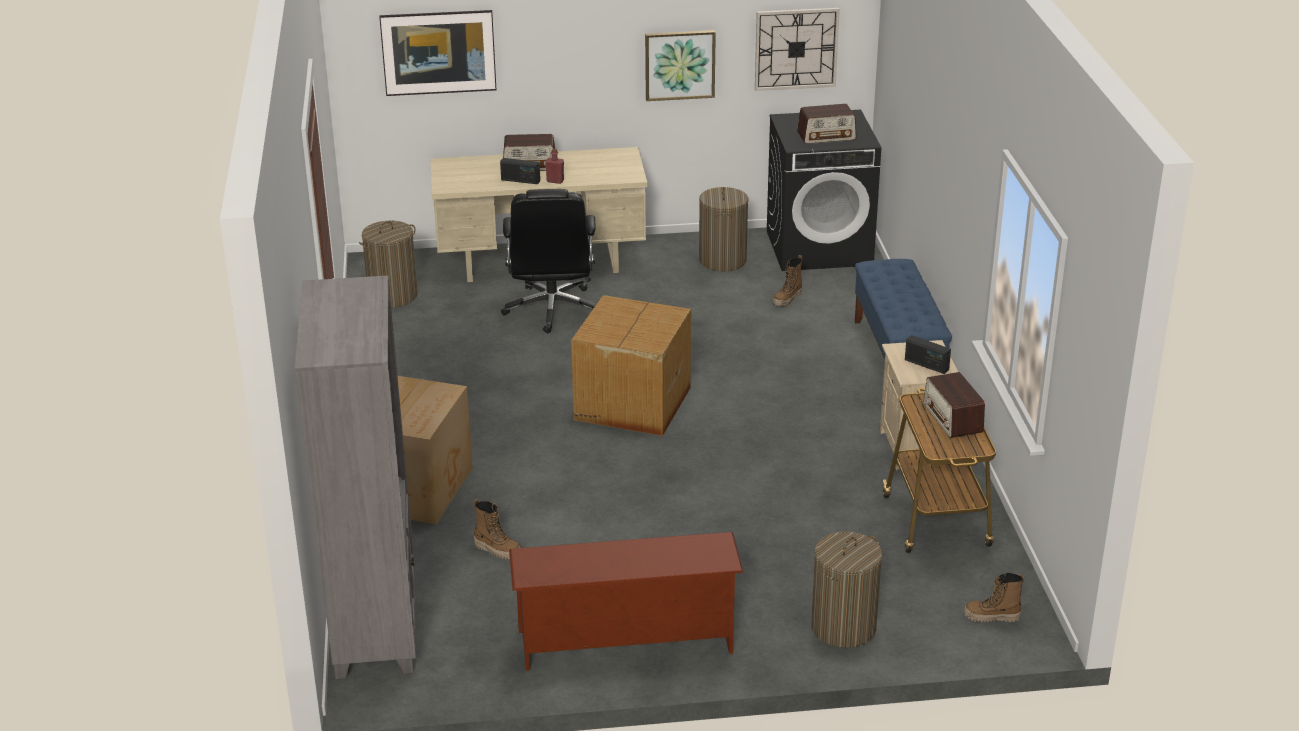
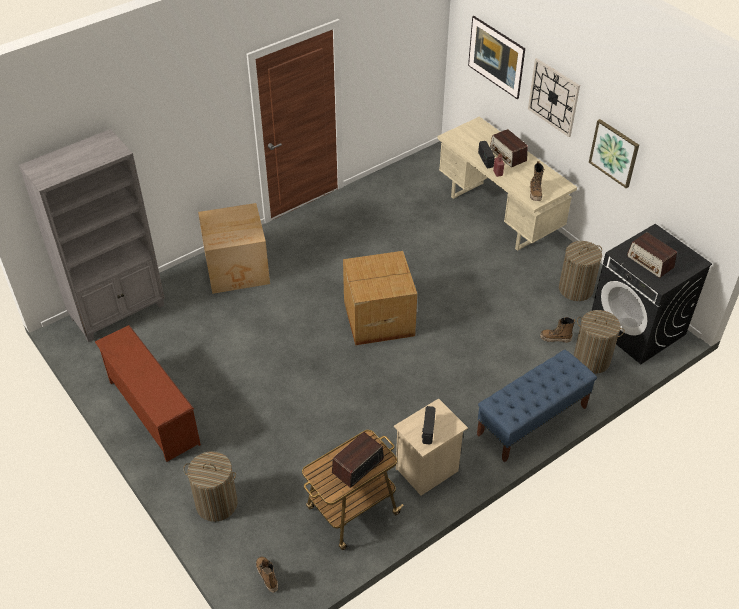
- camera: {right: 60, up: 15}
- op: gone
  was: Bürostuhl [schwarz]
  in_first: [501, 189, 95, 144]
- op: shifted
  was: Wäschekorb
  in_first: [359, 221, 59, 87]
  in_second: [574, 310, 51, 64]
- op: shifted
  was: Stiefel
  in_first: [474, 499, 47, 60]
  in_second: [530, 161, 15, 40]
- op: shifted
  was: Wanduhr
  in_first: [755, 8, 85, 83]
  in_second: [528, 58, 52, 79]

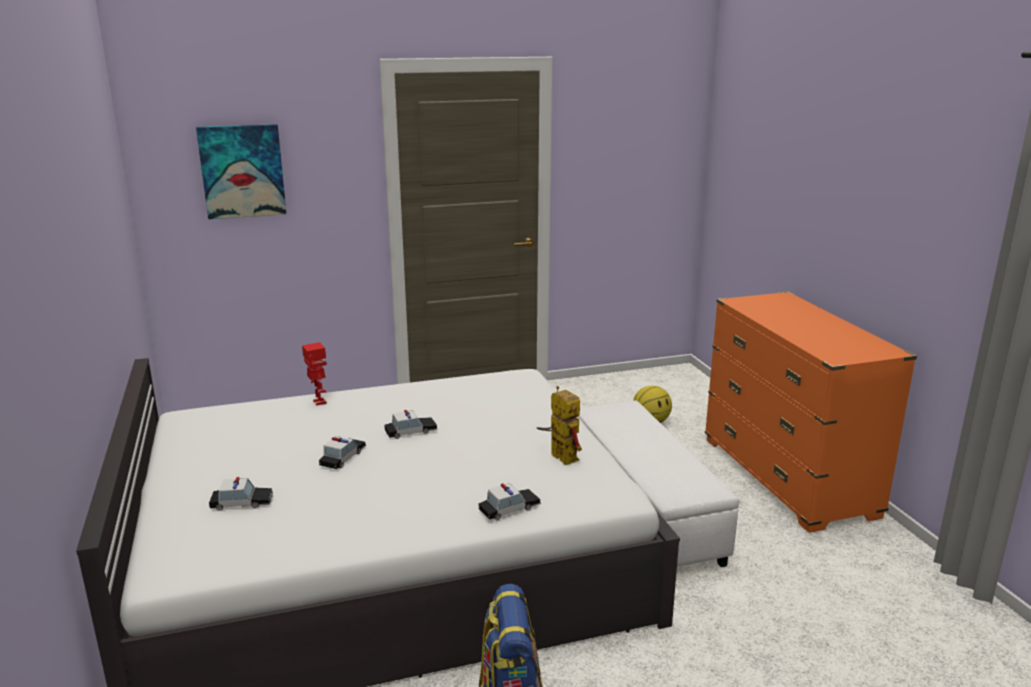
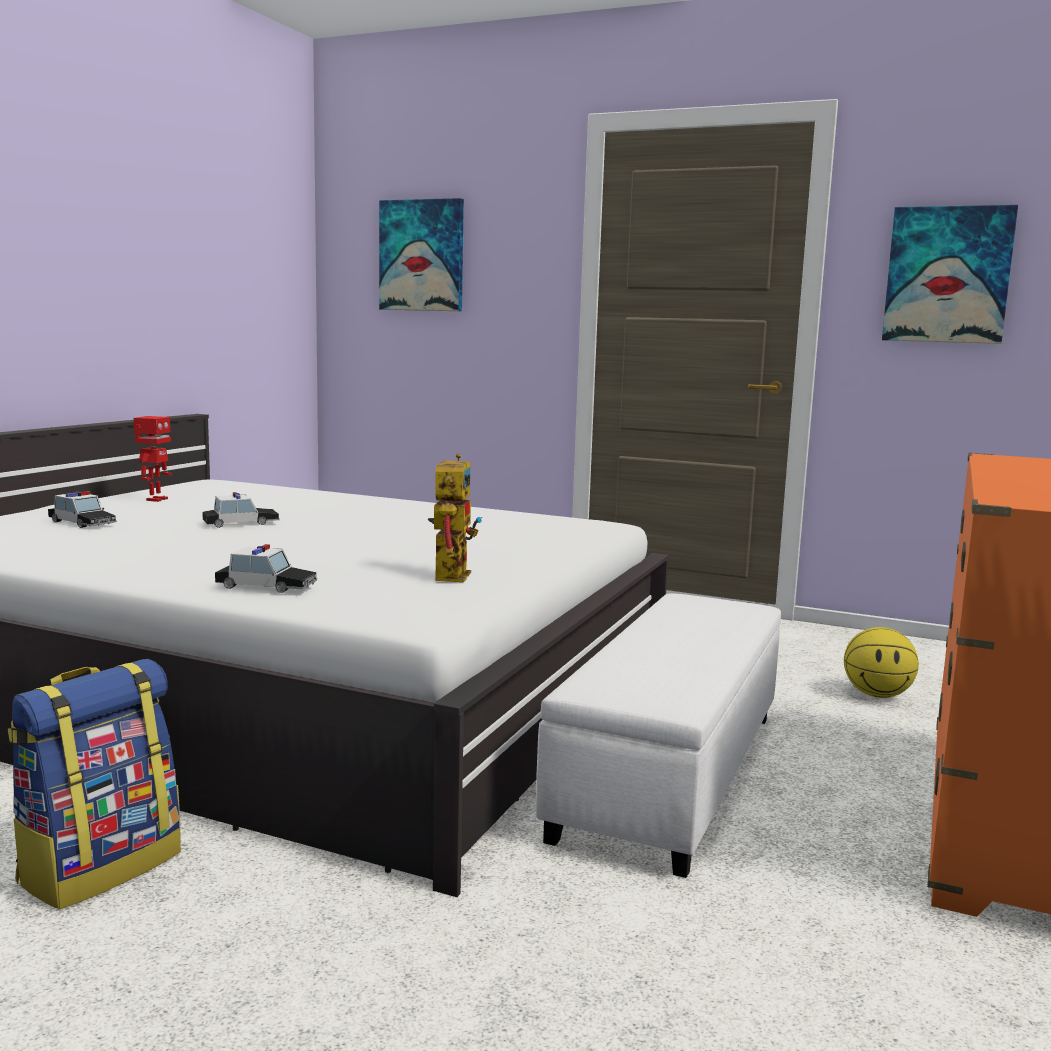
- camera: {right: 40, up: -10}
- op: gone
  was: Spielzeugauto
  in_first: [384, 410, 54, 29]
- op: new
  now: Bild
  in_second: [882, 205, 136, 139]
- op: shifted
  was: Spielzeugroboter
  in_first: [302, 342, 25, 63]
  in_second: [134, 416, 38, 86]

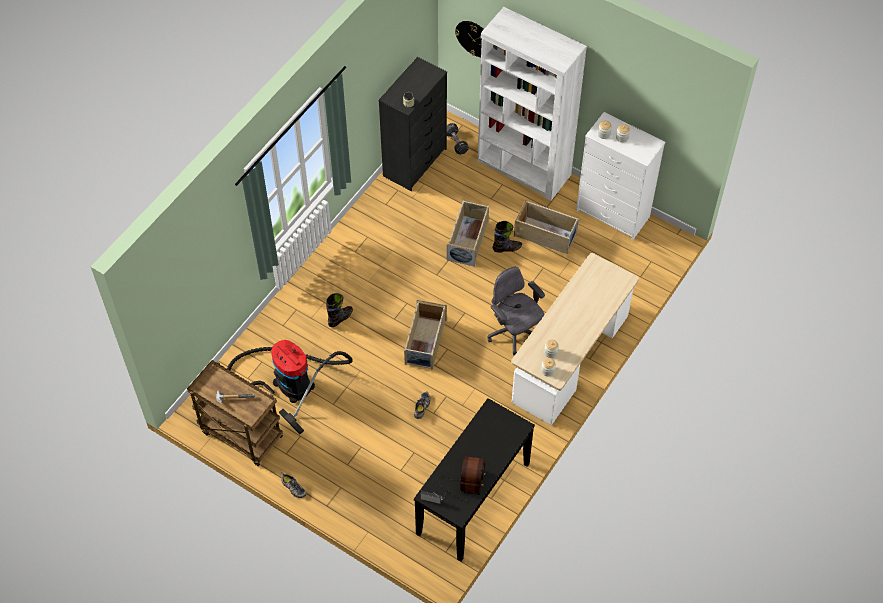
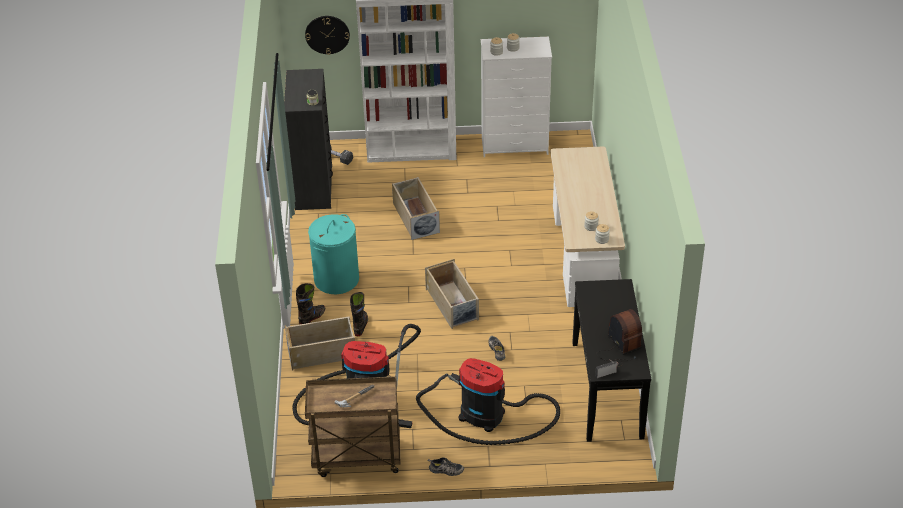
- camera: {right: -35, up: -15}
- op: gone
  was: Bürostuhl [grau]
  in_first: [488, 267, 57, 89]
- op: new
  now: Wäschekorb [türkis]
  in_second: [308, 214, 51, 80]
- op: new
  now: Staubsauger
  in_second: [416, 358, 144, 87]
- op: shifted
  was: Stiefel [schwarz]
  in_first: [493, 221, 29, 32]
  in_second: [296, 283, 29, 41]
- op: shifted
  was: Aufbewahrungsbox [beige]
  in_first: [514, 199, 65, 55]
  in_second: [285, 316, 70, 55]

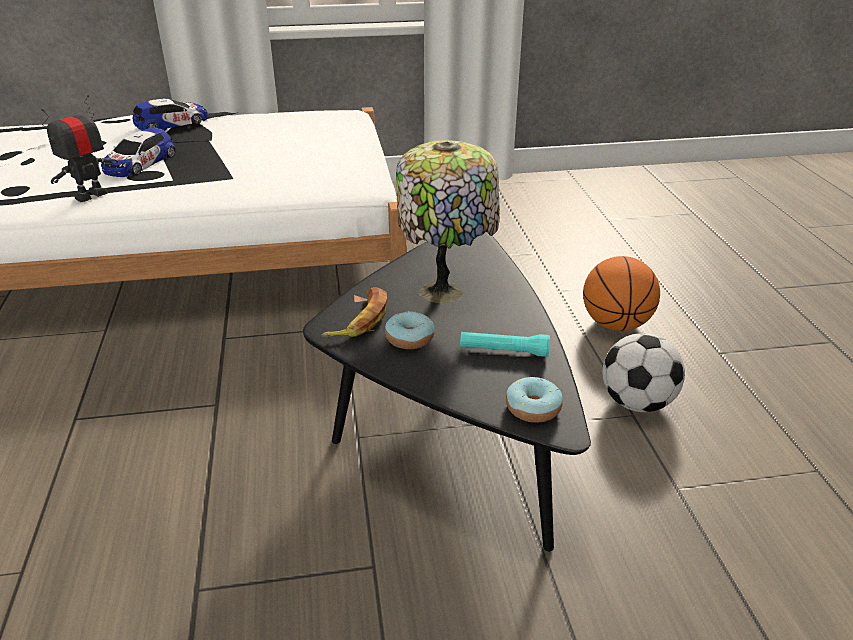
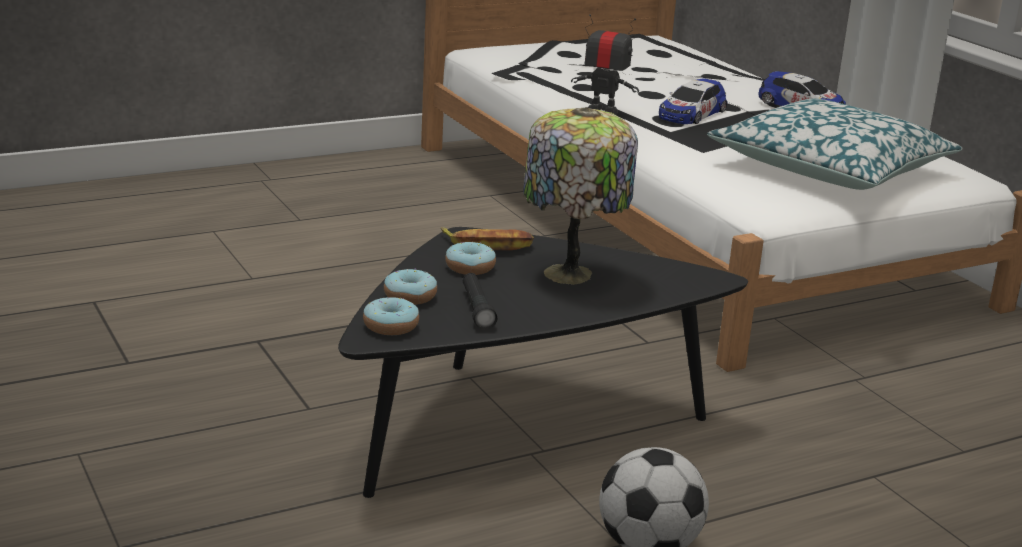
- camera: {right: 70, up: -10}
- op: gone
  was: Basketball
  in_first: [583, 256, 77, 75]
- op: new
  now: Donut
  in_second: [384, 268, 53, 37]
- op: new
  now: Kissen
  in_second: [707, 99, 256, 91]
- op: repainted
  was: Taschenlampe [türkis]
  now: Taschenlampe [schwarz]
  in_first: [460, 332, 90, 25]
  in_second: [463, 273, 34, 57]
- op: rotated
  was: Spielzeugauto
  in_first: [101, 128, 75, 49]
  in_second: [659, 78, 68, 46]
  clockwise: -60

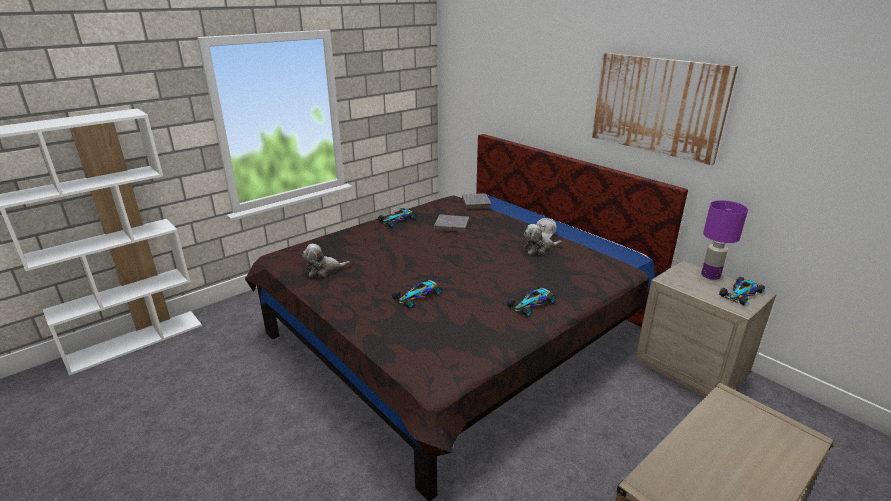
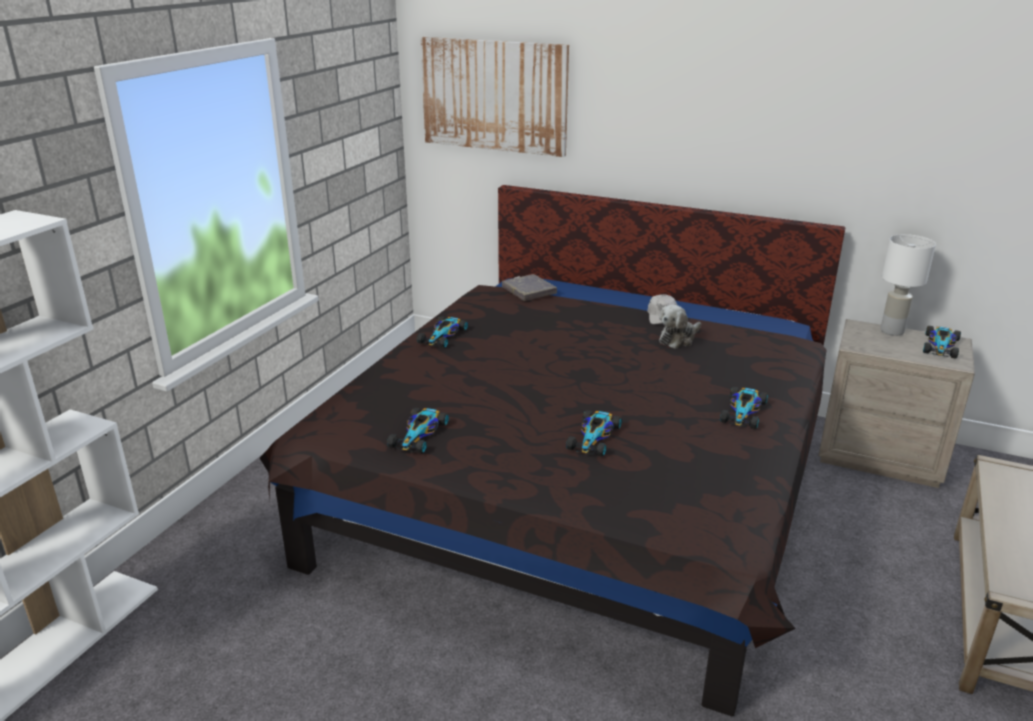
- camera: {right: -25, up: 0}
- op: gone
  was: Buch [grau]
  in_first: [434, 215, 35, 17]
- op: shifted
  was: Bild
  in_first: [592, 53, 146, 112]
  in_second: [420, 37, 149, 120]
- op: swapped
  was: Plüschtier
  now: Spielzeugauto
  in_first: [302, 244, 48, 33]
  in_second: [387, 408, 62, 46]
- op: repainted
  was: Tischlampe [lila]
  now: Tischlampe [weiß]
  in_first: [701, 200, 47, 80]
  in_second: [880, 234, 56, 102]

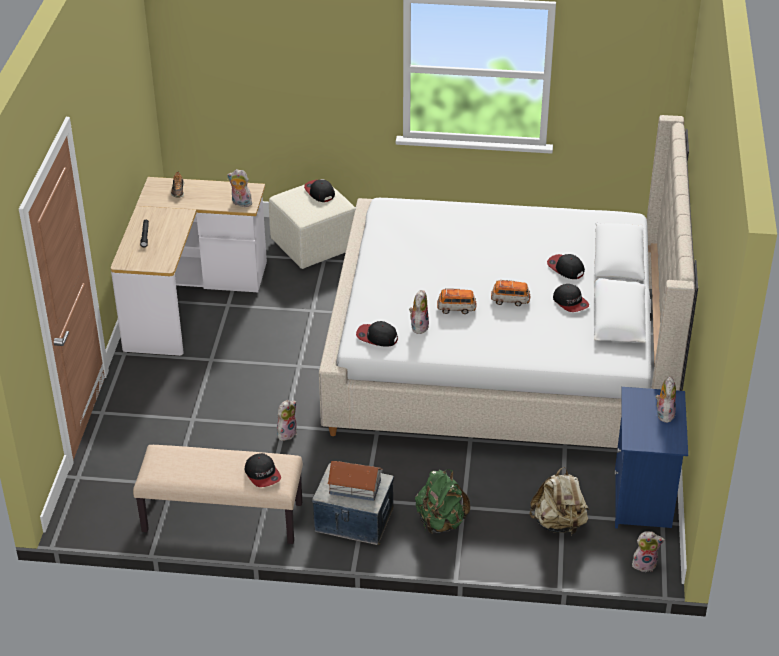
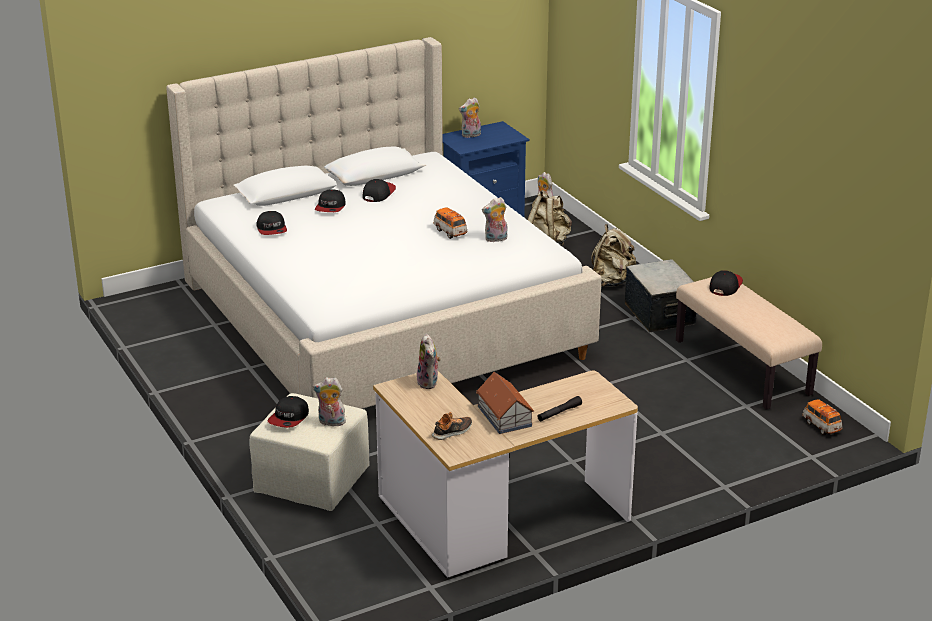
- camera: {right: -125, up: -10}
- op: shifted
  was: Plüschtier
  in_first: [277, 400, 20, 41]
  in_second: [313, 377, 33, 49]
- op: shifted
  was: Spielzeughaus
  in_first: [327, 461, 56, 40]
  in_second: [476, 372, 58, 62]
- op: shifted
  was: Kappe
  in_first: [356, 321, 42, 26]
  in_second: [256, 211, 31, 24]
- op: shifted
  was: Spielzeugauto
  in_first: [491, 280, 39, 26]
  in_second: [802, 399, 40, 36]
- op: repainted
  was: Rucksack [grün]
  now: Rucksack [beige]
  in_first: [415, 469, 55, 65]
  in_second: [591, 224, 45, 63]

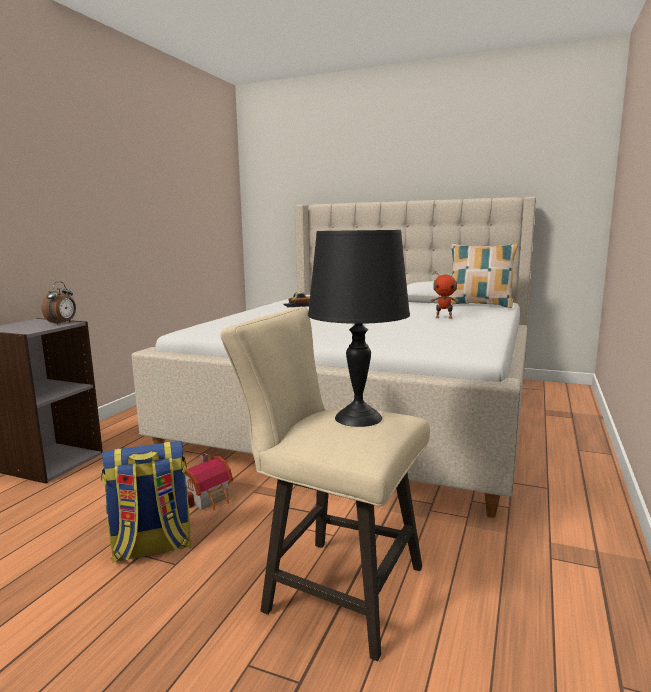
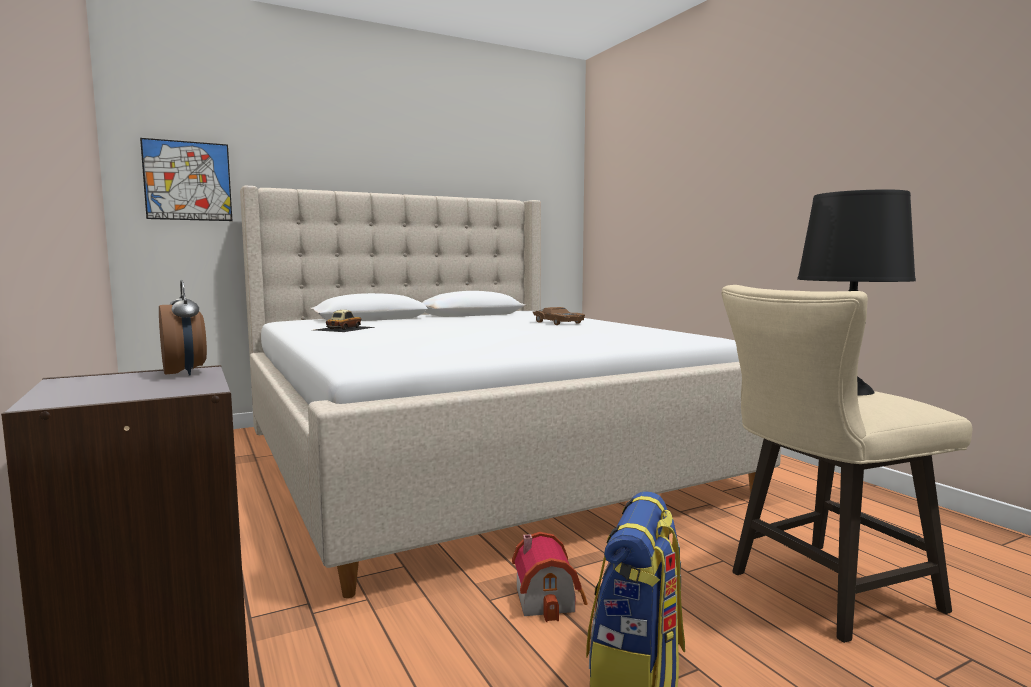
- camera: {right: -50, up: -5}
- op: gone
  was: Kissen
  in_first: [448, 244, 70, 64]
- op: new
  now: Bild
  in_second: [140, 138, 92, 83]
- op: swapped
  was: Spielzeugroboter
  now: Spielzeugauto [braun]
  in_first: [431, 272, 28, 47]
  in_second: [533, 307, 52, 18]

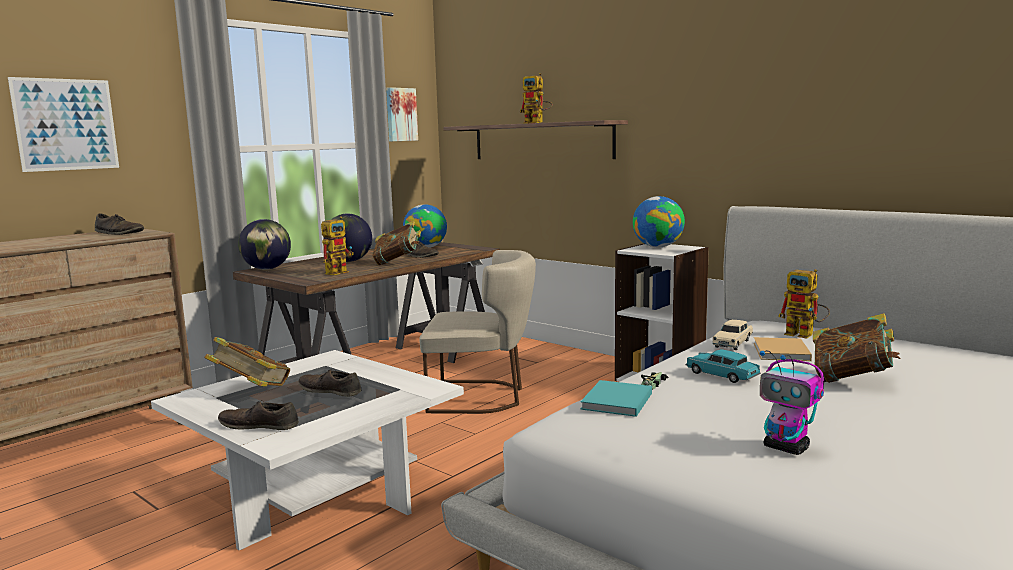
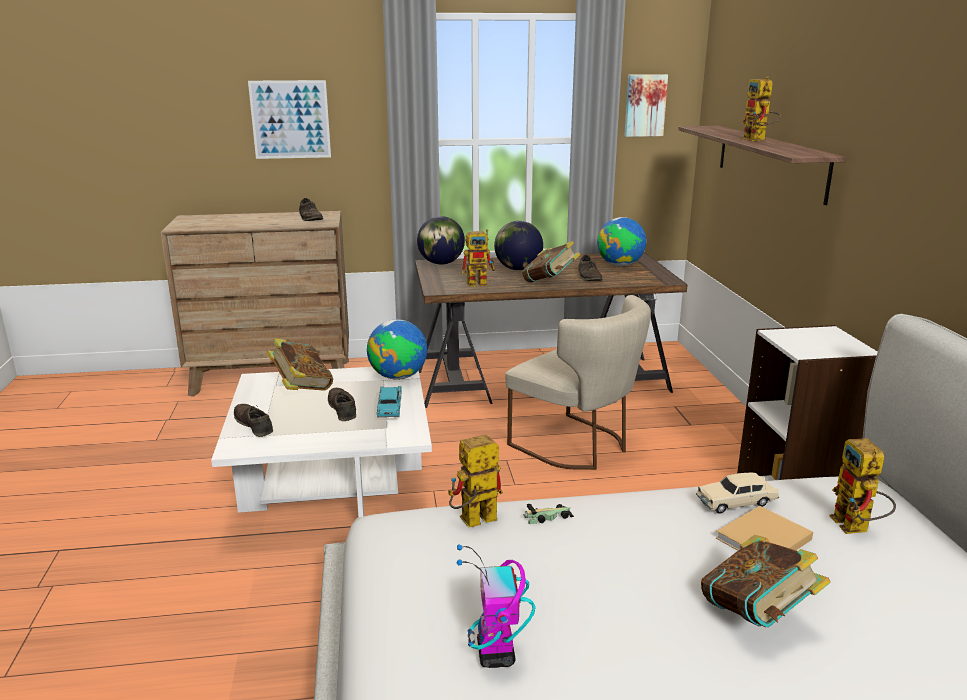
- camera: {right: 40, up: 10}
- op: shifted
  was: Globus
  in_first: [633, 196, 52, 51]
  in_second: [367, 319, 60, 61]
- op: shifted
  was: Spielzeugauto [türkis]
  in_first: [685, 349, 76, 34]
  in_second: [377, 386, 25, 31]
- op: swapped
  was: Buch [türkis]
  now: Spielzeugroboter
  in_first: [580, 380, 72, 37]
  in_second: [448, 434, 55, 93]

